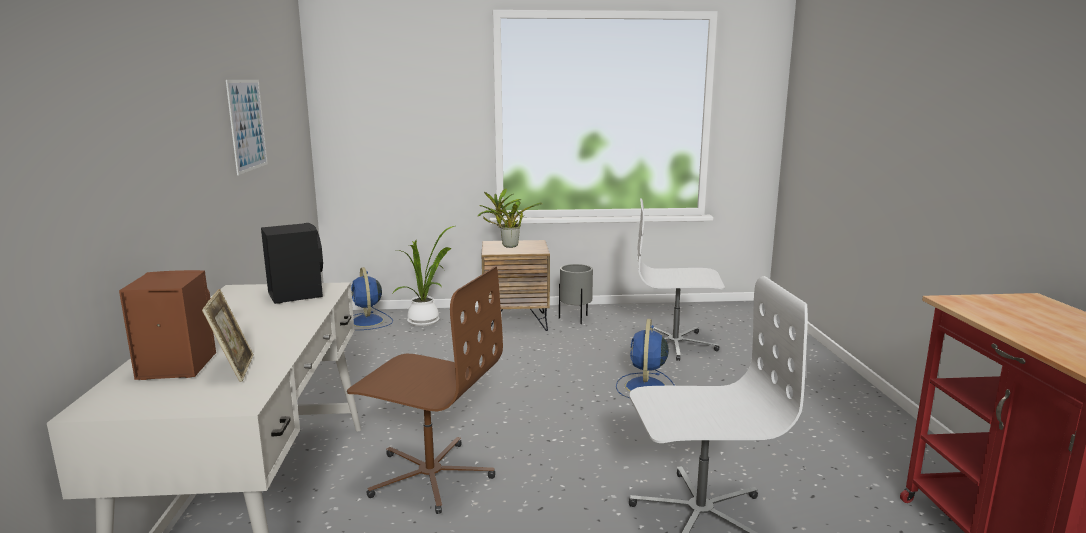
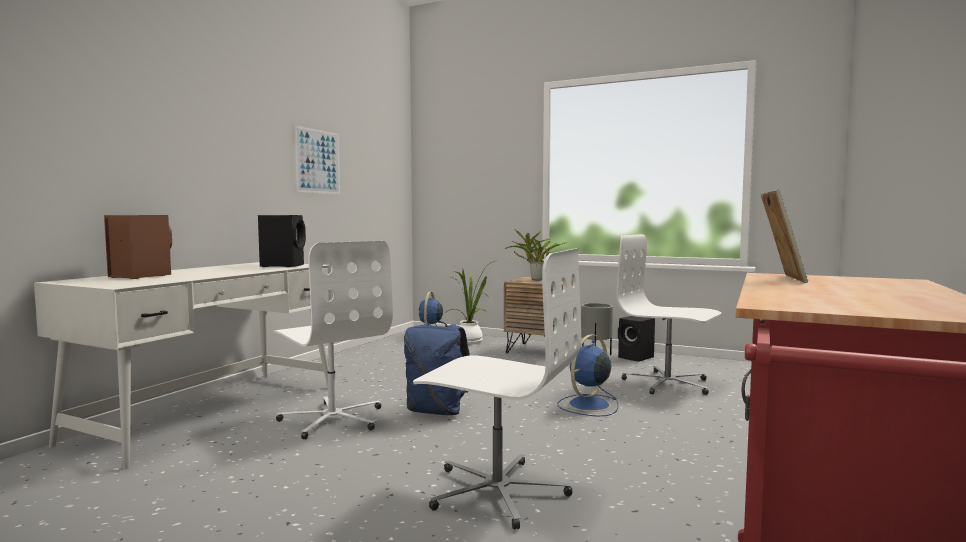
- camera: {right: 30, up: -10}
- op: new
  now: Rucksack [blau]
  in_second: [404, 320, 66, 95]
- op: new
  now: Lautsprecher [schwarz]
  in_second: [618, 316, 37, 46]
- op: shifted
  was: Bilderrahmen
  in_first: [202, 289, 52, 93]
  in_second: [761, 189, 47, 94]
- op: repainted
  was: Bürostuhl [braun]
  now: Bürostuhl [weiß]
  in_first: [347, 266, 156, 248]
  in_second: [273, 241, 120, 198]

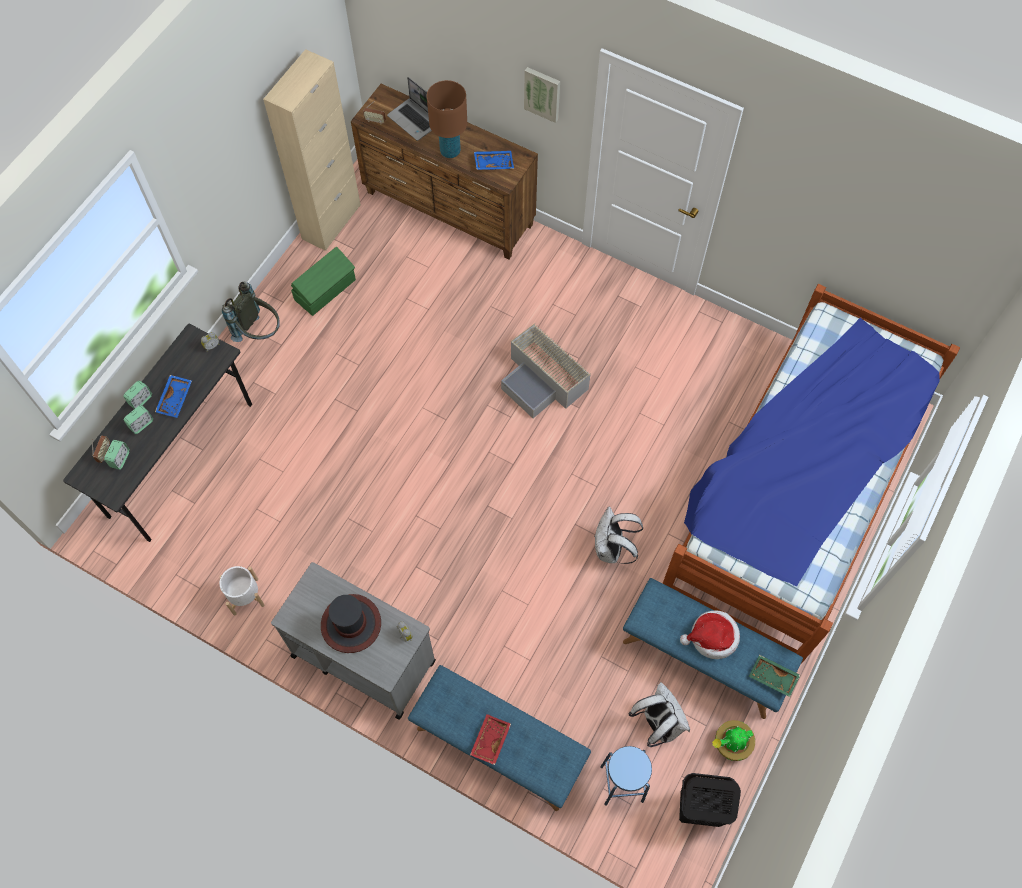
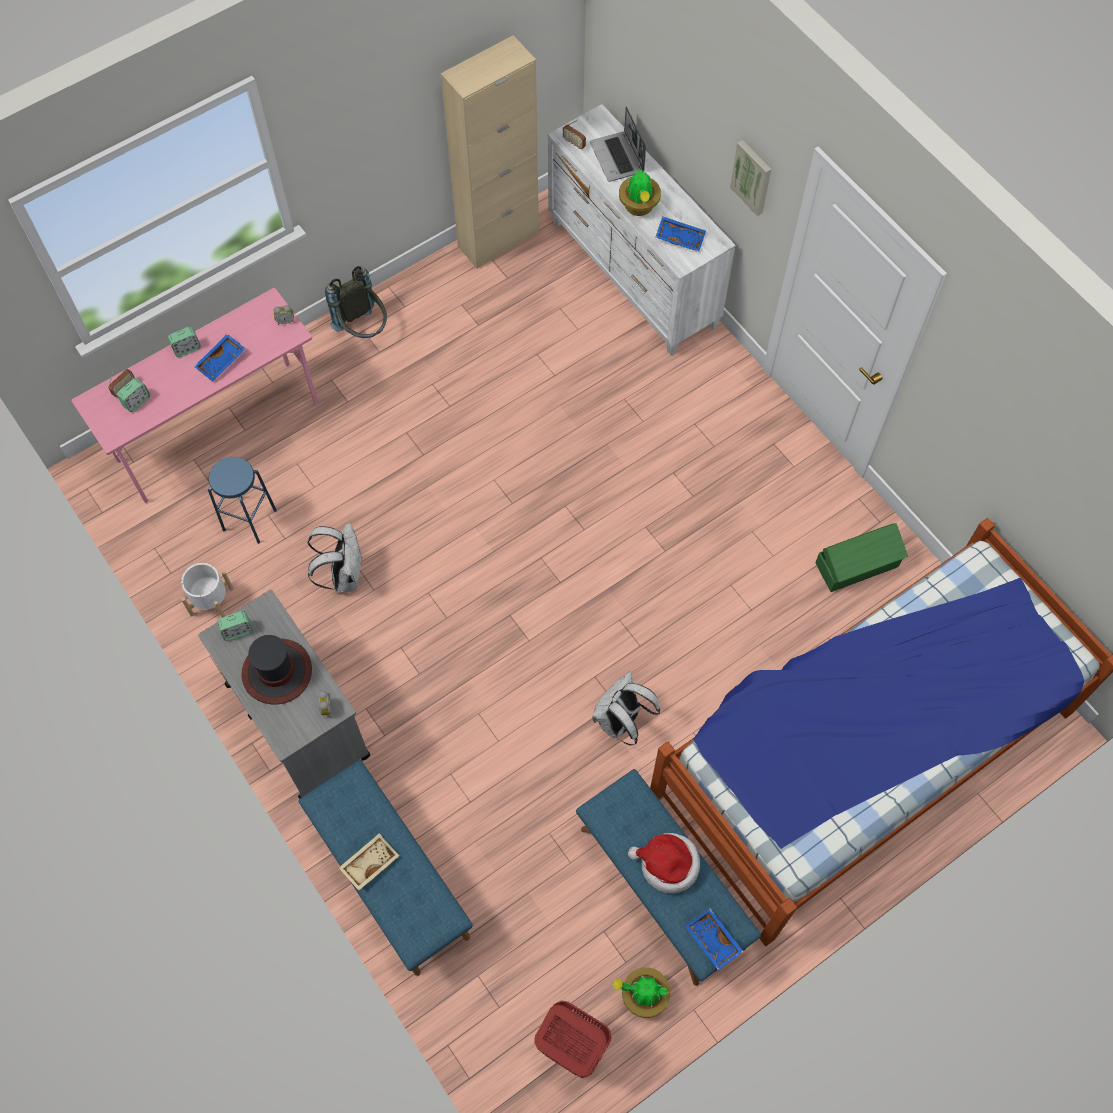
- camera: {right: 25, up: 0}
- op: gone
  was: Aufbewahrungsbox [grau]
  in_first: [501, 323, 90, 95]
- op: shifted
  was: Wecker
  in_first: [124, 405, 29, 29]
  in_second: [217, 611, 36, 30]
- op: shifted
  was: Aufbewahrungsbox [grün]
  in_first: [291, 246, 65, 70]
  in_second: [815, 523, 93, 69]
- op: shifted
  was: Hocker [blau]
  in_first: [600, 746, 52, 60]
  in_second: [208, 457, 69, 87]
- op: shifted
  was: Rucksack [weiß]
  in_first: [629, 682, 61, 65]
  in_second: [308, 523, 55, 69]
- op: swapped
  was: Tischlampe [braun]
  now: Topfpflanze
  in_first: [427, 80, 40, 78]
  in_second: [619, 170, 42, 46]
- op: repainted
  was: Schreibtisch [grau]
  now: Schreibtisch [rosa]
  in_first: [63, 324, 189, 218]
  in_second: [71, 288, 247, 215]
- op: repainted
  was: Kommode [braun]
  now: Kommode [weiß]
  in_first: [351, 84, 187, 175]
  in_second: [548, 104, 188, 251]
- op: repainted
  was: Tablett [rot]
  now: Tablett [beige]
  in_first: [470, 714, 41, 51]
  in_second: [339, 834, 60, 57]
- op: repainted
  was: Wäschekorb [schwarz]
  now: Wäschekorb [rot]
  in_first: [679, 773, 62, 54]
  in_second: [534, 1001, 77, 77]
- op: repainted
  was: Tablett [grün]
  now: Tablett [blau]
  in_first: [749, 655, 51, 42]
  in_second: [685, 909, 59, 61]

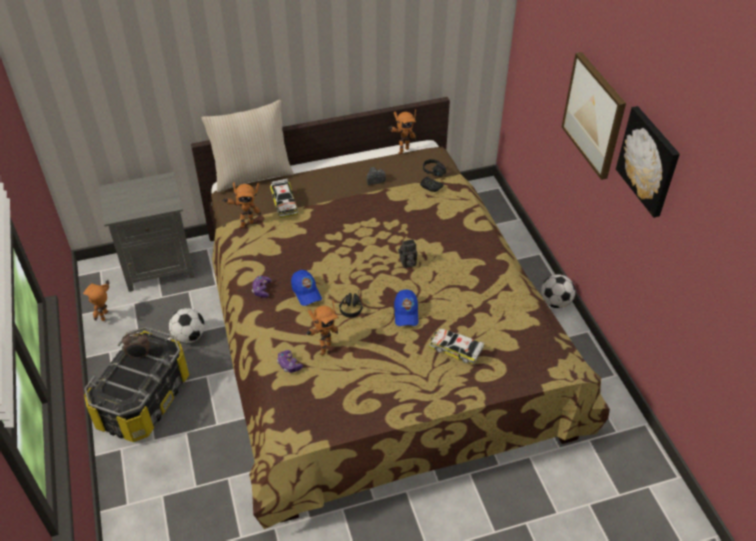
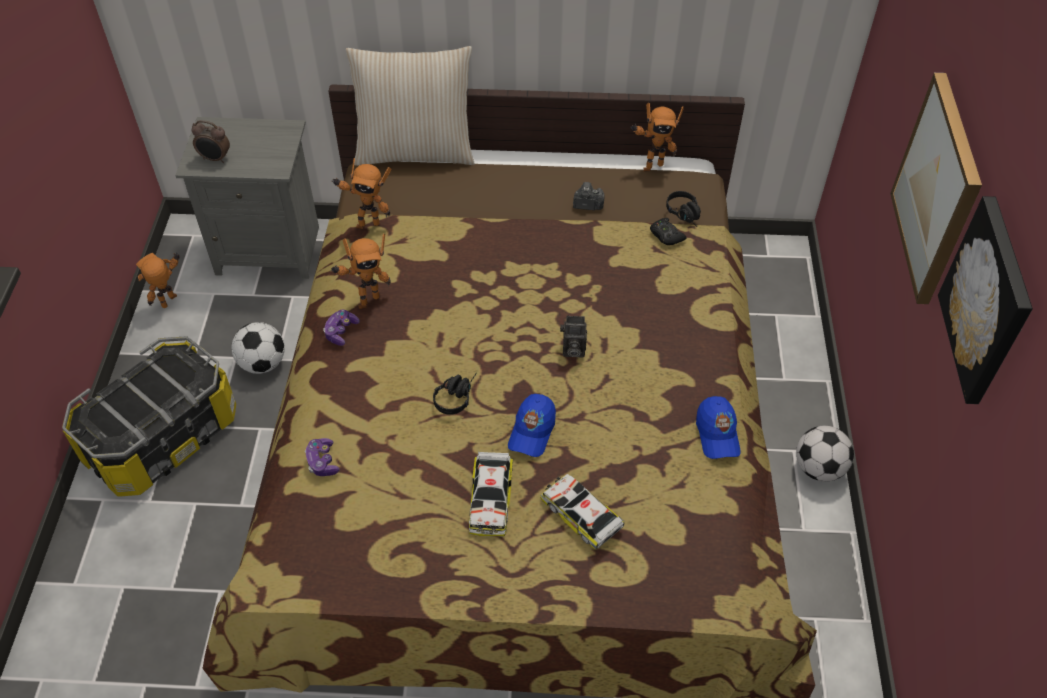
- camera: {right: 20, up: 5}
- op: shifted
  was: Wecker
  in_first: [122, 333, 28, 26]
  in_second: [192, 120, 38, 43]
- op: shifted
  was: Spielzeugauto
  in_first: [270, 179, 28, 39]
  in_second: [469, 450, 44, 86]
- op: shifted
  was: Kappe [blau]
  in_first: [291, 270, 31, 36]
  in_second: [696, 396, 45, 63]
- op: shifted
  was: Spielzeugroboter
  in_first: [306, 300, 33, 56]
  in_second: [330, 234, 61, 75]

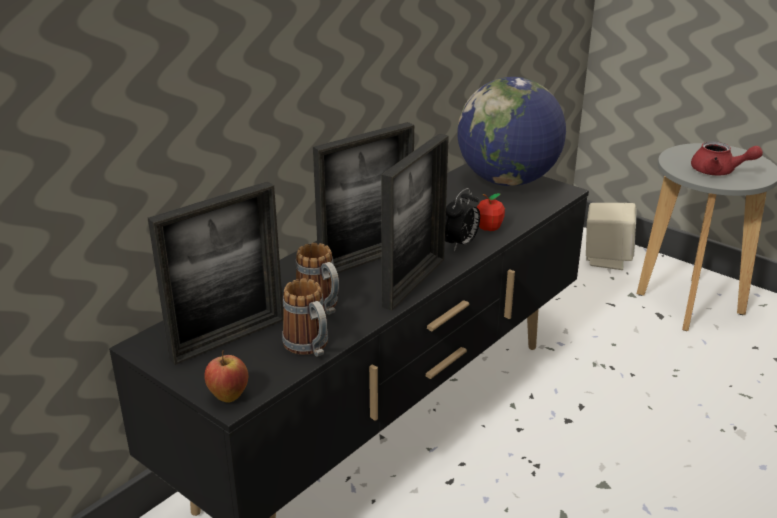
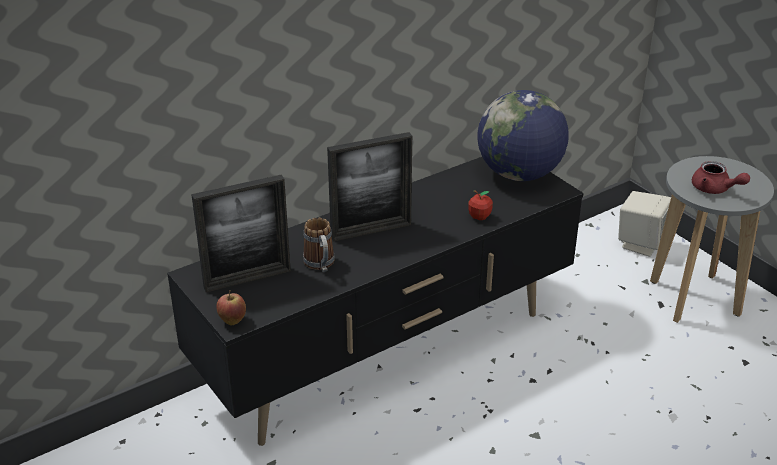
- camera: {right: 15, up: 5}
- op: gone
  was: Henkelbecher
  in_first: [282, 279, 46, 78]
- op: gone
  was: Bilderrahmen
  in_first: [381, 133, 68, 177]
- op: gone
  was: Wecker
  in_first: [445, 188, 35, 63]

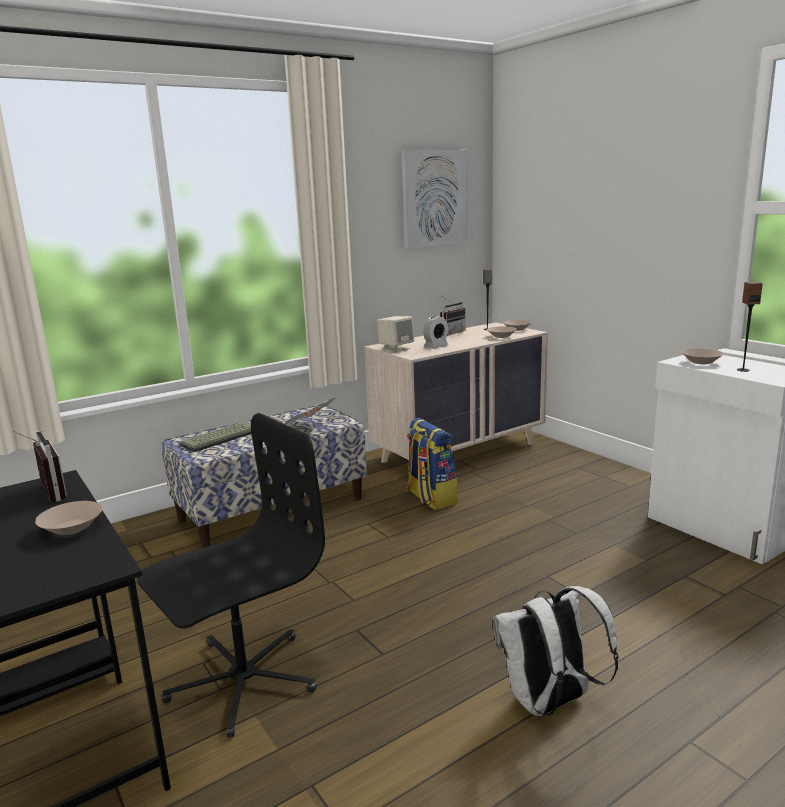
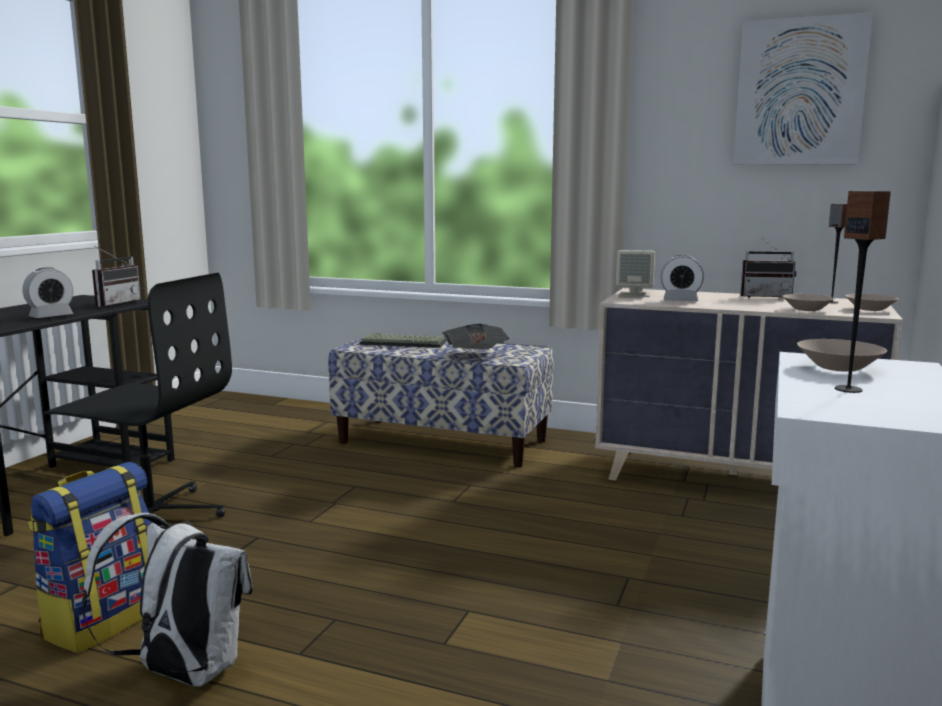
- camera: {right: 55, up: -5}
- op: shifted
  was: Rucksack
  in_first: [406, 418, 52, 92]
  in_second: [28, 462, 124, 191]
- op: swapped
  was: Schüssel [beige]
  now: Wecker
  in_first: [35, 501, 67, 34]
  in_second: [23, 267, 50, 51]

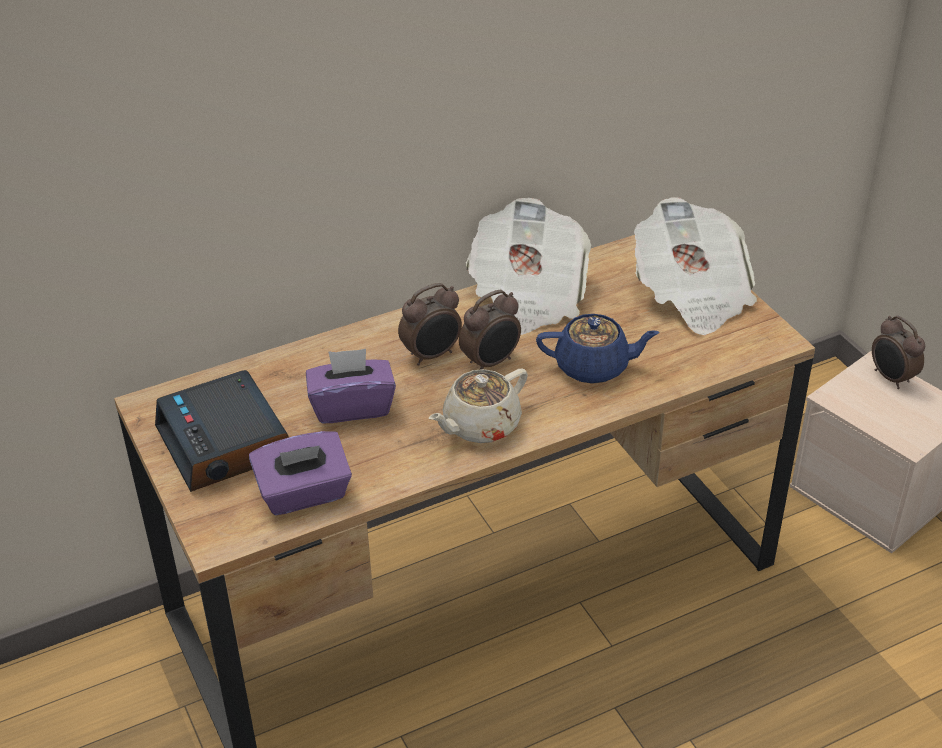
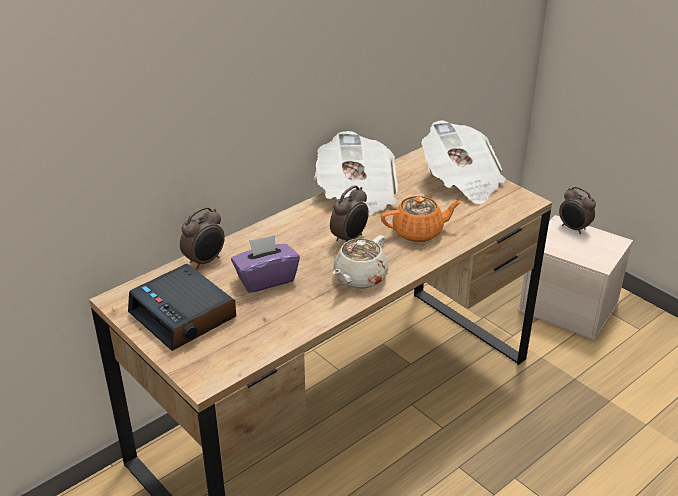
- camera: {right: -15, up: -5}
- op: gone
  was: Taschentuchbox [lila]
  in_first: [249, 431, 103, 84]
- op: shifted
  was: Wecker
  in_first: [398, 283, 64, 83]
  in_second: [180, 207, 45, 63]
- op: repainted
  was: Teekanne [blau]
  now: Teekanne [orange]
  in_first: [536, 314, 124, 70]
  in_second: [381, 196, 81, 46]

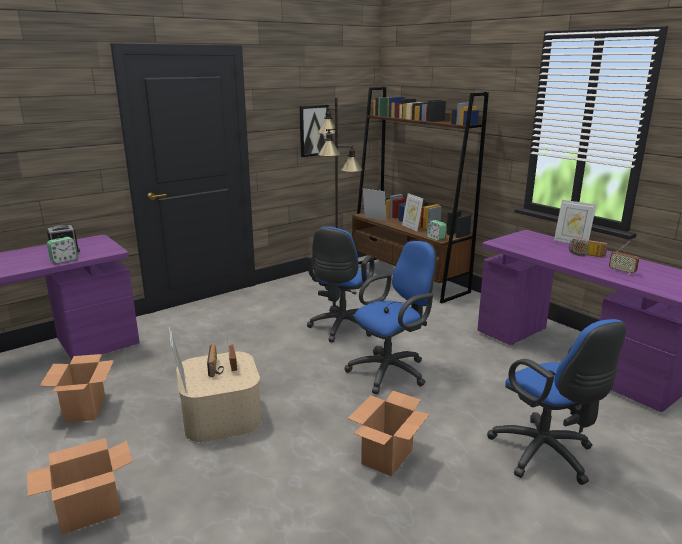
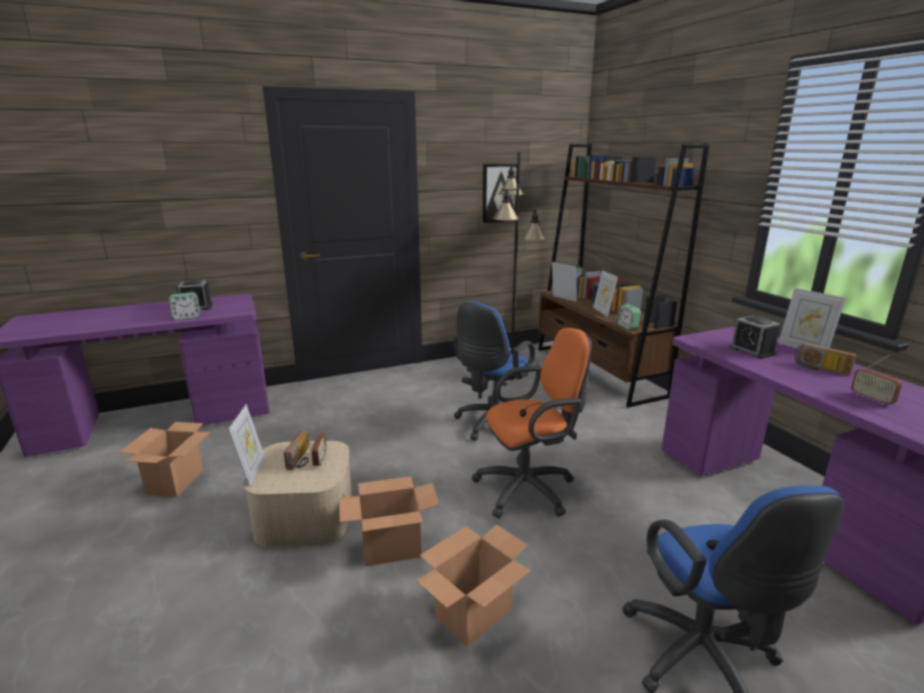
- camera: {right: 15, up: 0}
- op: new
  now: Wecker
  in_second: [729, 316, 51, 43]
- op: shifted
  was: Karton
  in_first: [27, 438, 106, 97]
  in_second: [339, 476, 100, 90]
- op: repainted
  was: Bürostuhl [blau]
  now: Bürostuhl [orange]
  in_first: [344, 241, 92, 153]
  in_second: [471, 328, 121, 191]

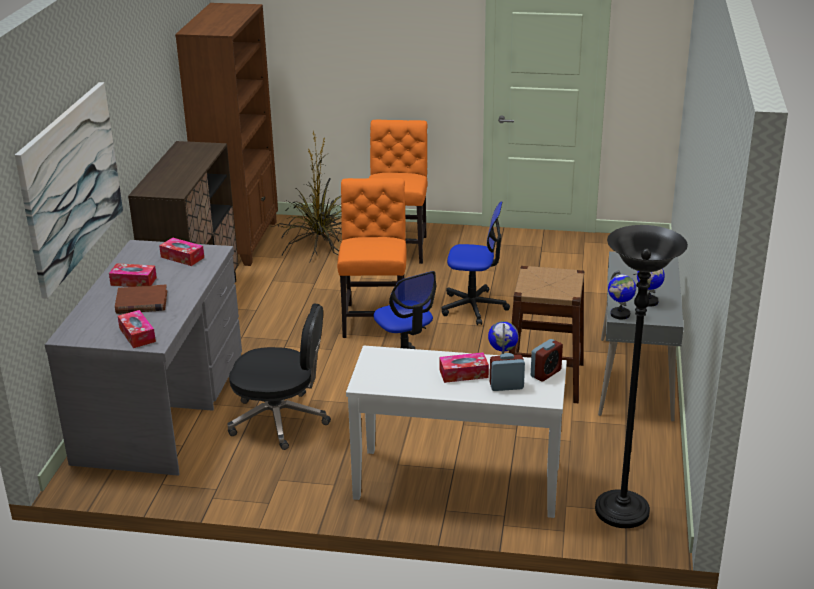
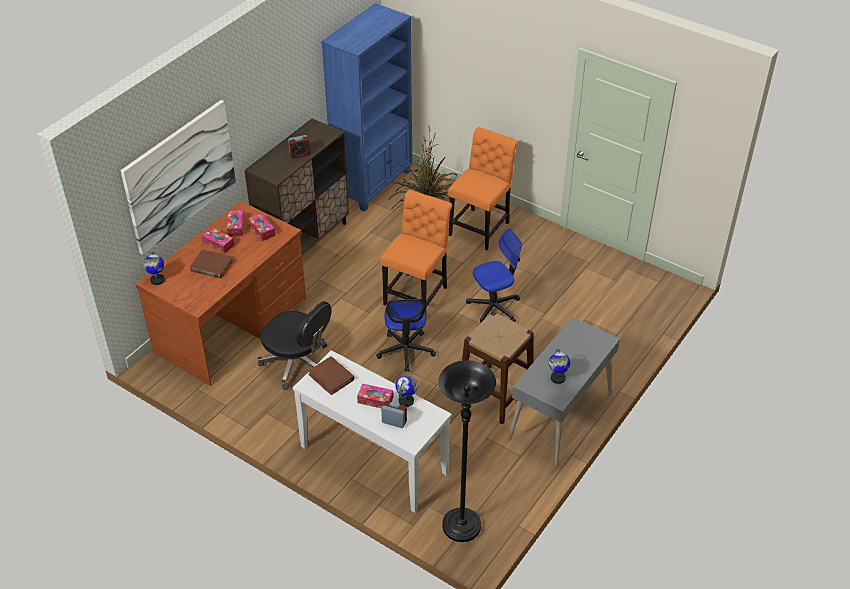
- camera: {right: 25, up: 15}
- op: new
  now: Buch [braun]
  in_second: [308, 356, 47, 39]
- op: shifted
  was: Taschentuchbox
  in_first: [118, 310, 38, 38]
  in_second: [227, 210, 17, 27]
- op: shifted
  was: Wecker
  in_first: [531, 339, 32, 43]
  in_second: [288, 135, 22, 24]
- op: shifted
  was: Globus
  in_first: [608, 270, 28, 49]
  in_second: [143, 251, 22, 34]
- op: repainted
  was: Schreibtisch [grau]
  now: Schreibtisch [braun]
  in_first: [45, 240, 197, 236]
  in_second: [136, 201, 170, 185]
- op: repainted
  was: Bücherregal [braun]
  now: Bücherregal [blau]
  in_first: [175, 3, 103, 263]
  in_second: [321, 3, 91, 209]
- op: rotated
  was: Bürostuhl
  in_first: [441, 201, 69, 124]
  in_second: [466, 228, 56, 95]
  clockwise: -60

